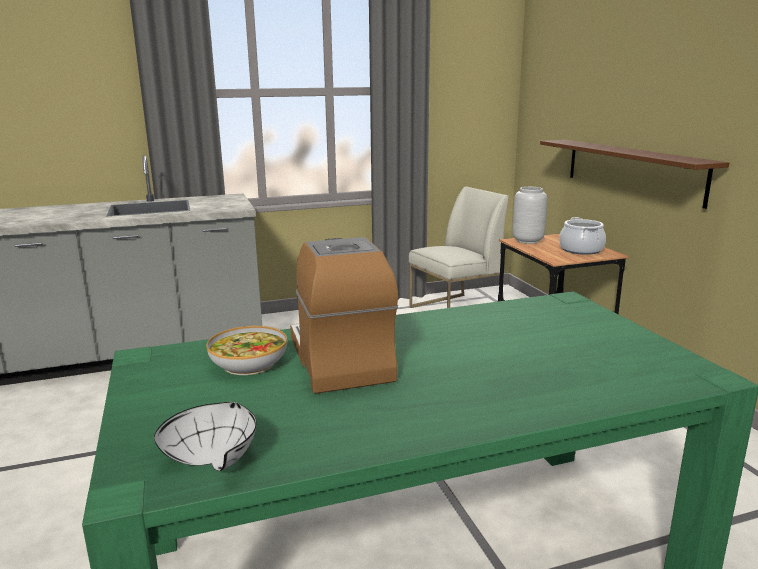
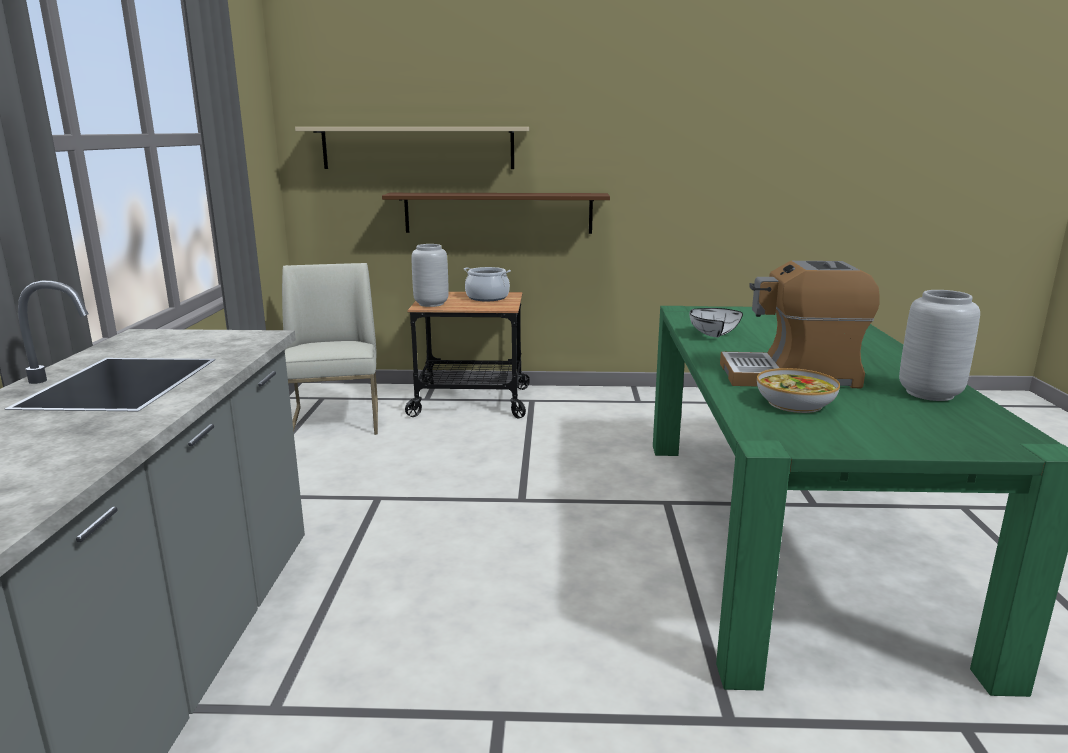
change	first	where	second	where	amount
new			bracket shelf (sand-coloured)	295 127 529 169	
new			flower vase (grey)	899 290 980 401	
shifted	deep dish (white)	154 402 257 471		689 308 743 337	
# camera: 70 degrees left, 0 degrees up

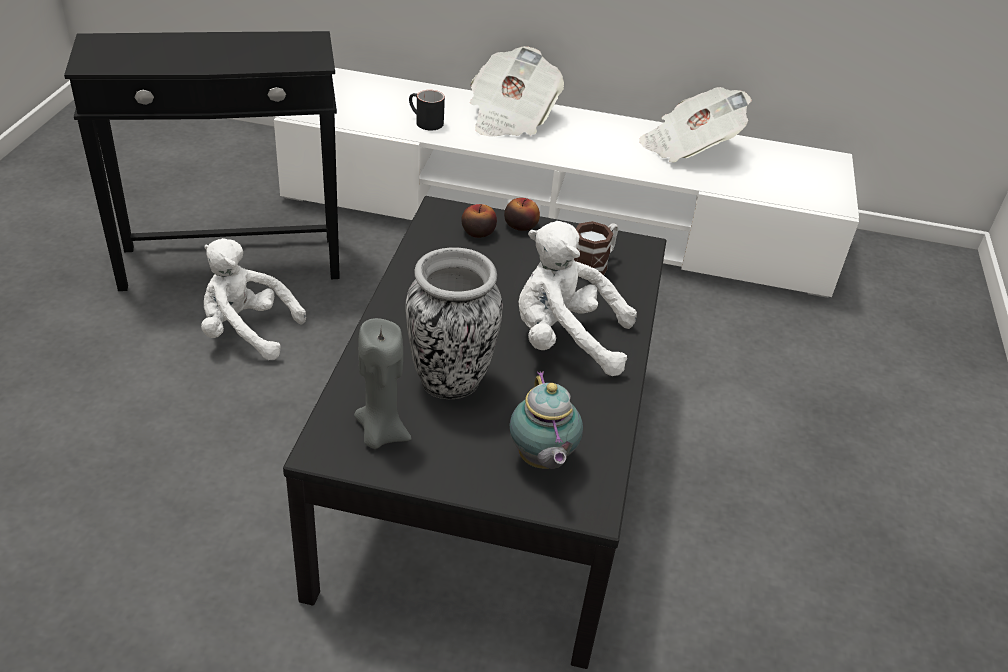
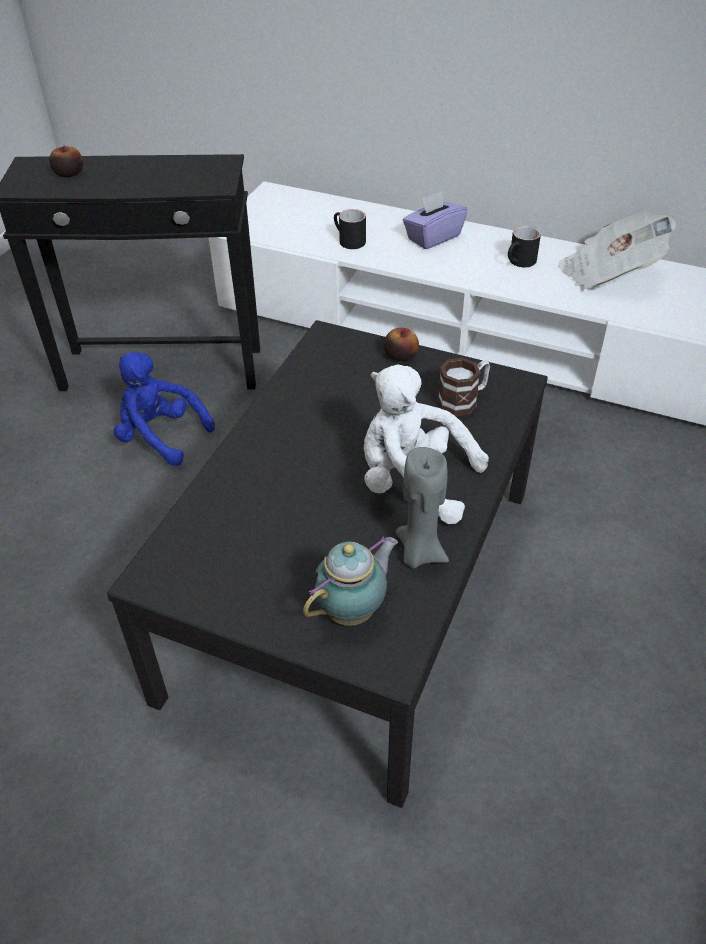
change	first	where	second	where	amount
gone	flower vase	405 248 503 399			
new			coffee mug (black-coloured)	508 226 541 267	
shifted	wax light (grey)	354 318 412 449		396 447 449 568	
shifted	whole apple	461 204 497 238		49 145 83 177	
swapped	newspaper	470 46 564 136	tissue box (purplish)	403 191 468 249	
repainted	cuddly toy (white)	201 238 306 360	cuddly toy (blue-coloured)	114 352 215 466	
rotated	teapot	509 371 583 469		303 536 398 626	135 degrees counterclockwise
# camera: 15 degrees right, 5 degrees up

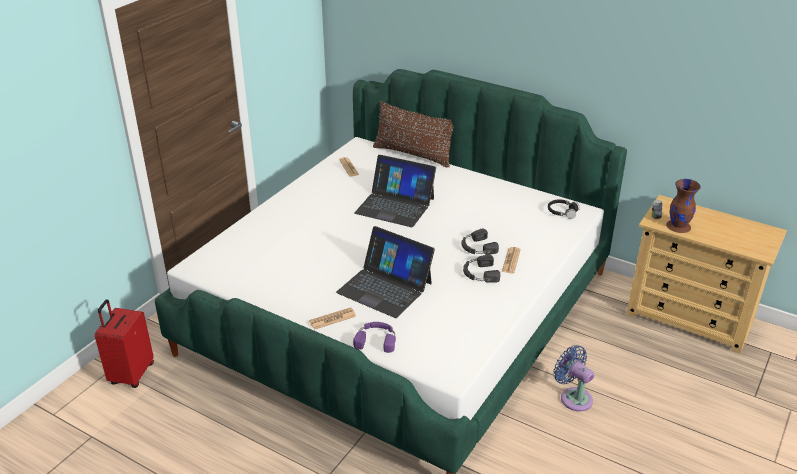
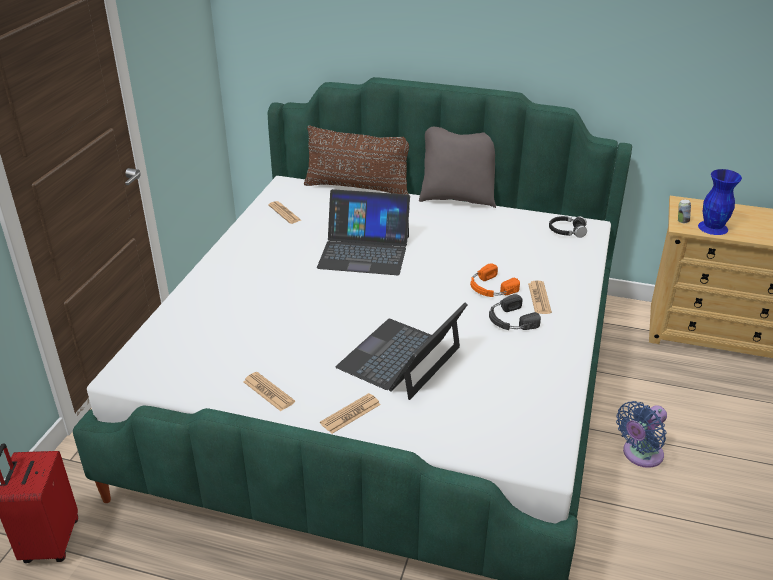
change	first	where	second	where	amount
gone	headphones (purplish)	353 322 396 353			
new			newspaper	243 372 295 411	
new			throw pillow (grey)	419 127 496 208	
repainted	headphones (black-coloured)	462 229 499 255	headphones (orange)	470 263 520 297	
repainted	flower vase (brown-coloured)	666 179 701 233	flower vase (blue-coloured)	698 169 742 235	
rotated	notebook computer	336 226 435 318		336 303 468 400	105 degrees clockwise
rotated	electric fan (blue-coloured)	553 345 595 411		616 401 667 468	75 degrees counterclockwise
# camera: 15 degrees left, 0 degrees up

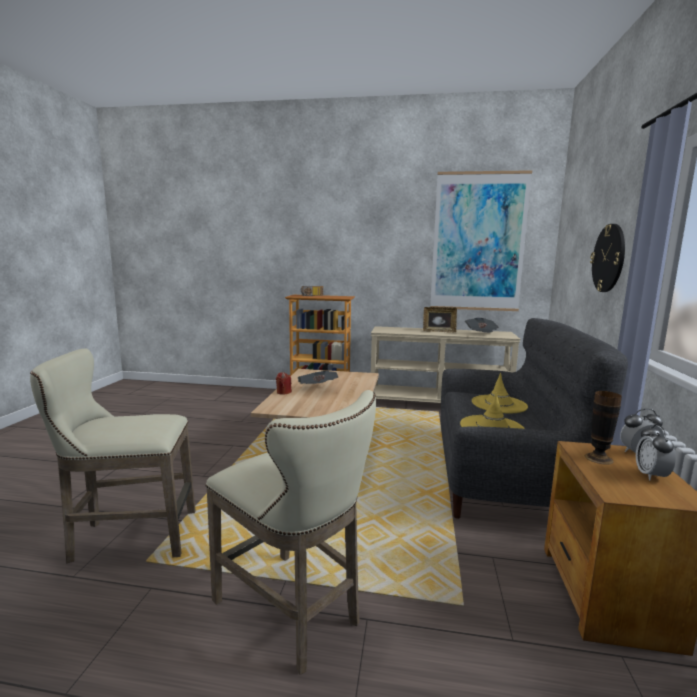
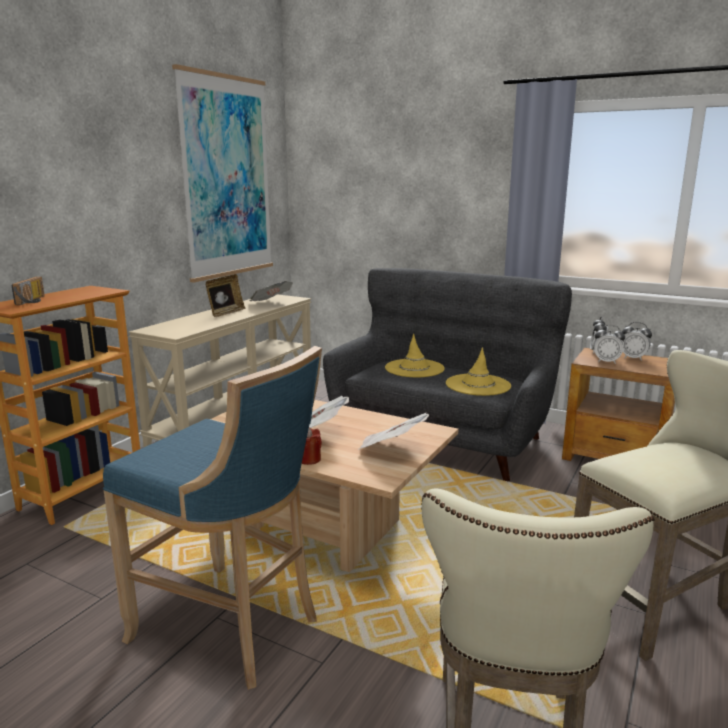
change	first	where	second	where	amount
gone	hanging clock	590 224 625 292			
new			sitting stool (blue-coloured)	103 346 322 690	
new			newspaper	357 412 429 450	
swapped	flower vase	585 391 622 465	alarm clock	594 325 625 364	
# camera: 70 degrees left, 5 degrees up

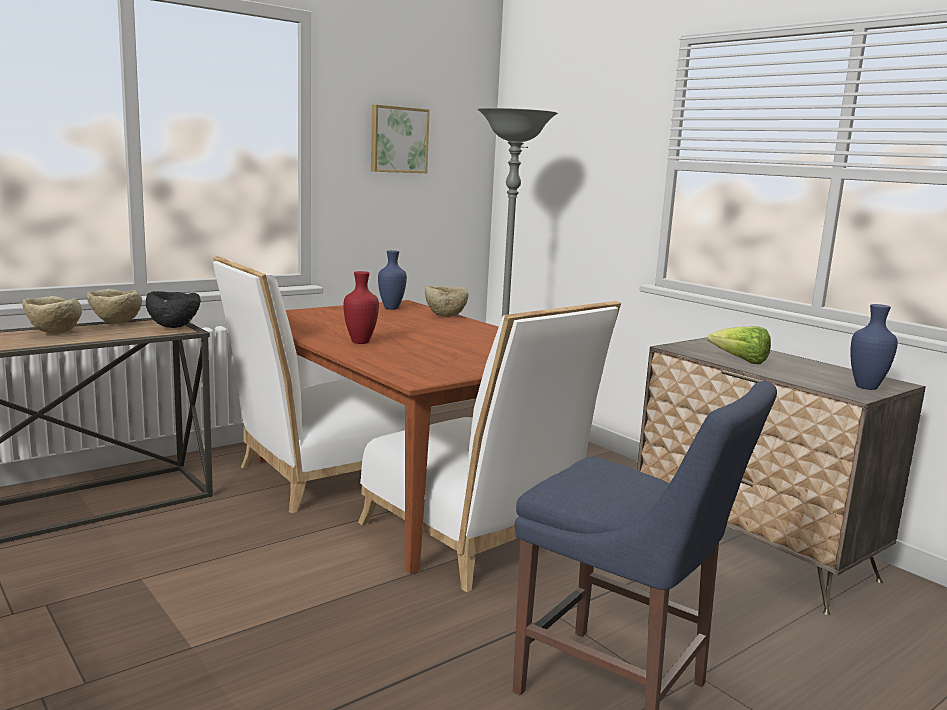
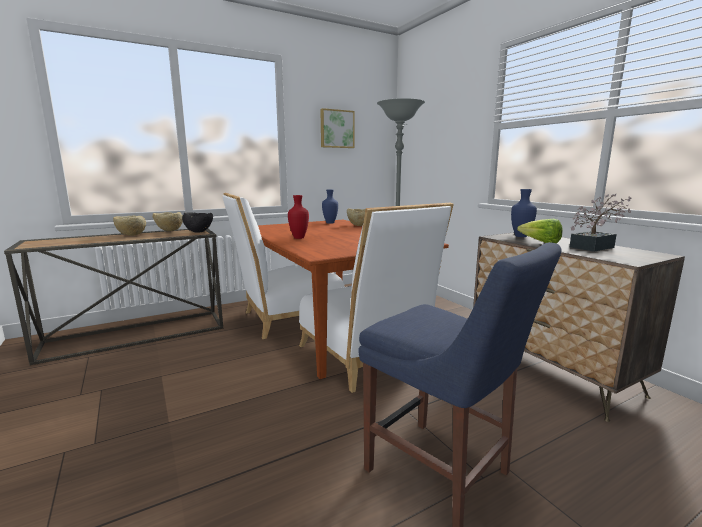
change	first	where	second	where	amount
new			plant in a pot	570 194 632 252	
shifted	flower vase (blue-coloured)	850 304 898 390		511 189 537 237	
# camera: 10 degrees right, 0 degrees up

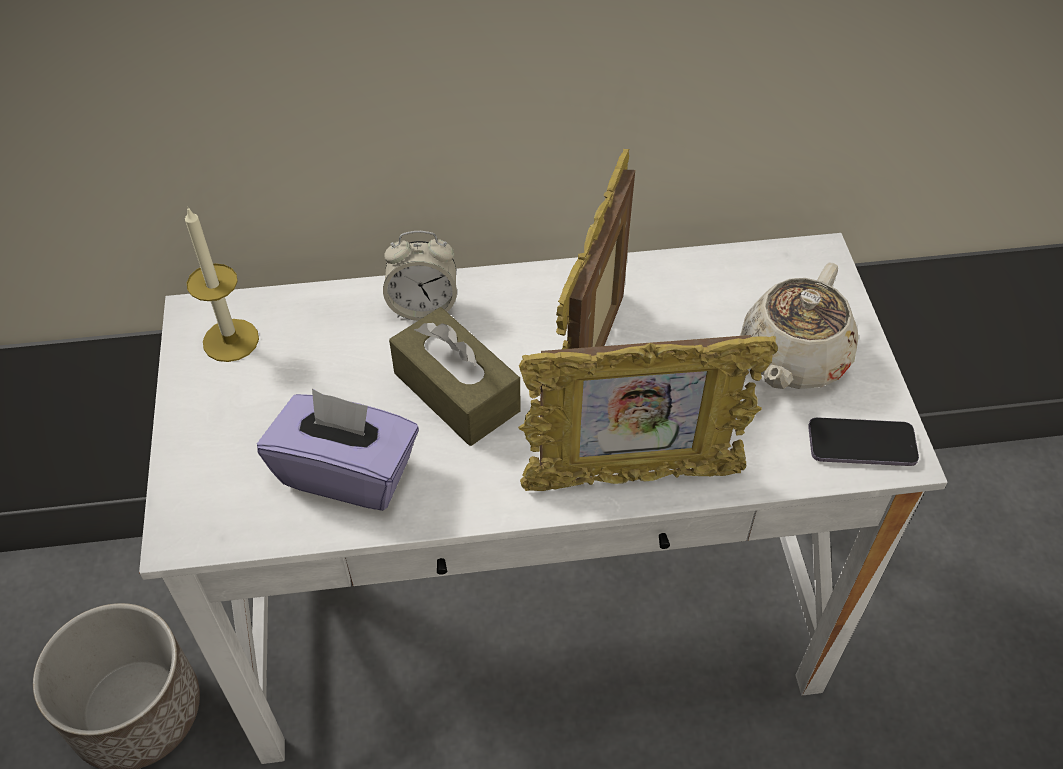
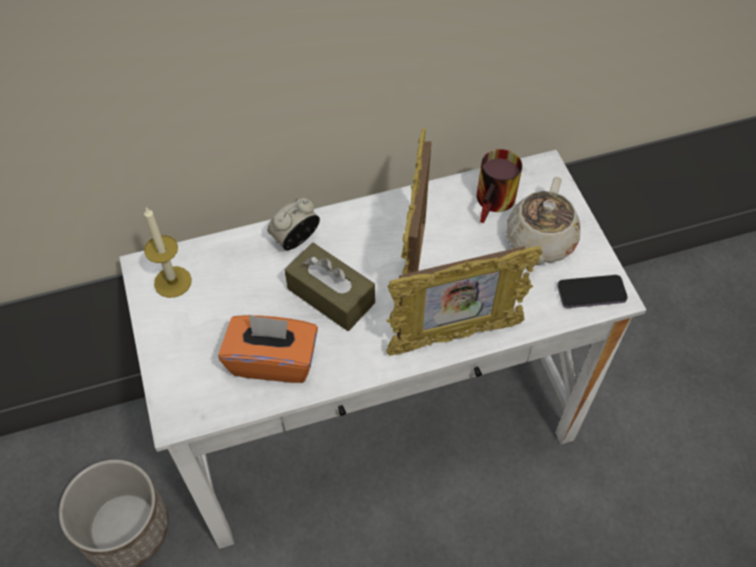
change	first	where	second	where	amount
new			coffee mug	477 149 522 223	
repainted	tissue box (purplish)	257 389 419 511	tissue box (orange)	218 315 318 383	
rotated	alarm clock	383 231 457 321		267 198 320 250	150 degrees clockwise
# camera: 10 degrees left, 5 degrees up

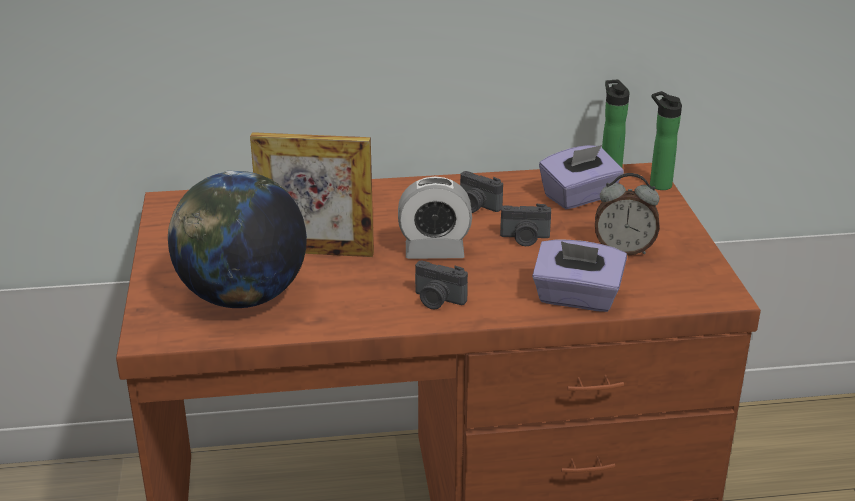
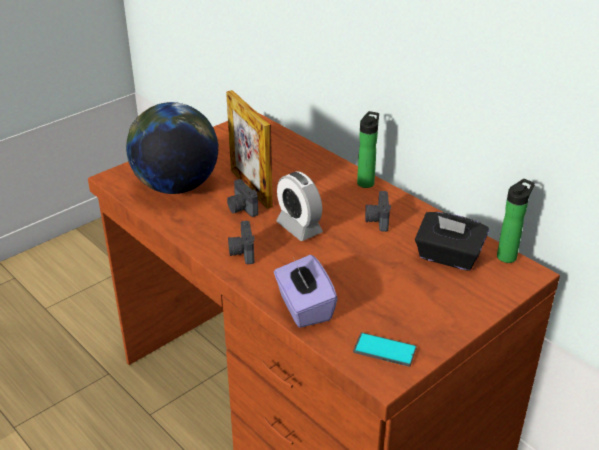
change	first	where	second	where	amount
gone	alarm clock	595 173 660 255			
new			handset	353 332 417 367	
shifted	photo camera	500 204 551 246		227 179 258 217	
shifted	bottle	650 91 682 190		357 111 379 188	
repainted	tissue box (purplish)	539 145 624 209	tissue box (black-coloured)	415 212 489 271	
# camera: 55 degrees right, 5 degrees up

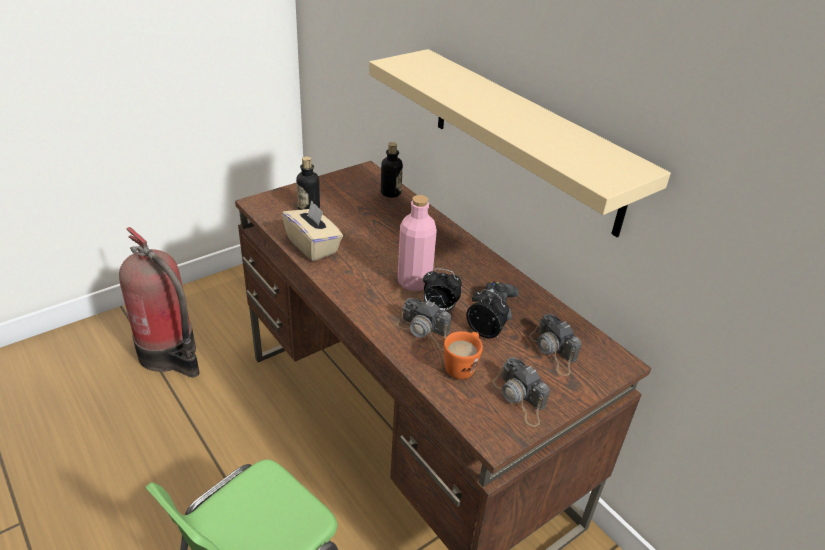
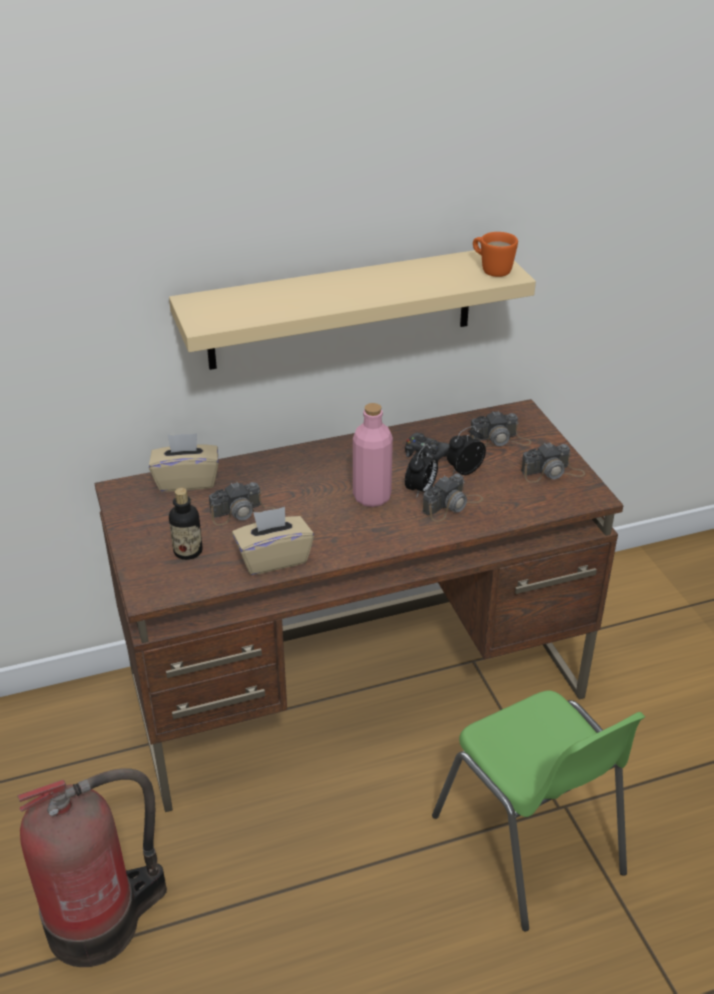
change	first	where	second	where	amount
new			photo camera	209 482 276 525	
shifted	coffee mug (orange)	444 331 483 379		473 232 518 277	
swapped	bottle	381 142 403 198	tissue box (sand-coloured)	149 433 219 492	
# camera: 70 degrees left, 0 degrees up

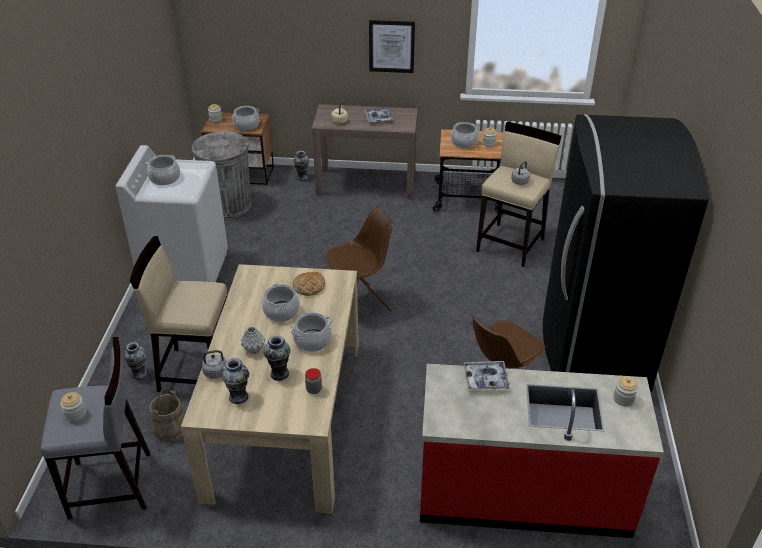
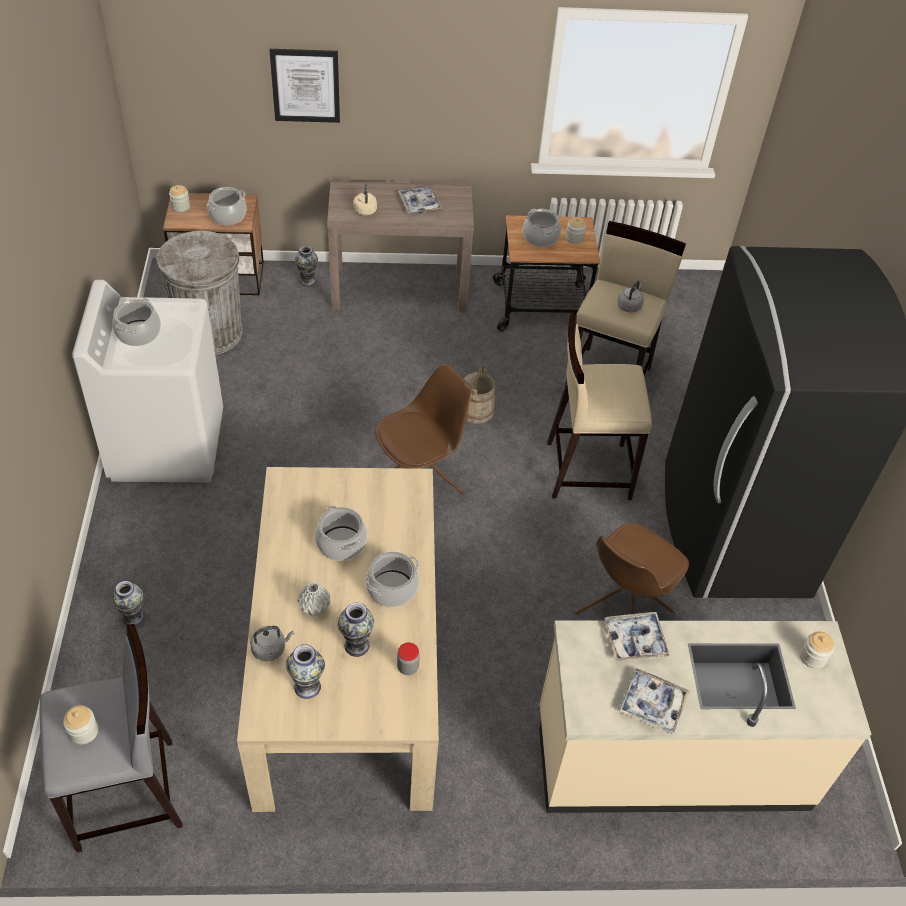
change	first	where	second	where	amount
gone	bread	293 272 325 296			
new			carrying tray	619 668 690 734	
shifted	sitting stool (sand-coloured)	130 236 227 392		547 313 652 500	
shifted	bucket (sand-coloured)	149 388 185 442		464 365 495 424	
shifted	wall picture	369 20 415 73		270 49 340 123	
repainted	kitchen base unit (reddish)	420 364 664 538	kitchen base unit (sand-coloured)	539 620 871 813	
# camera: 10 degrees left, 10 degrees up

